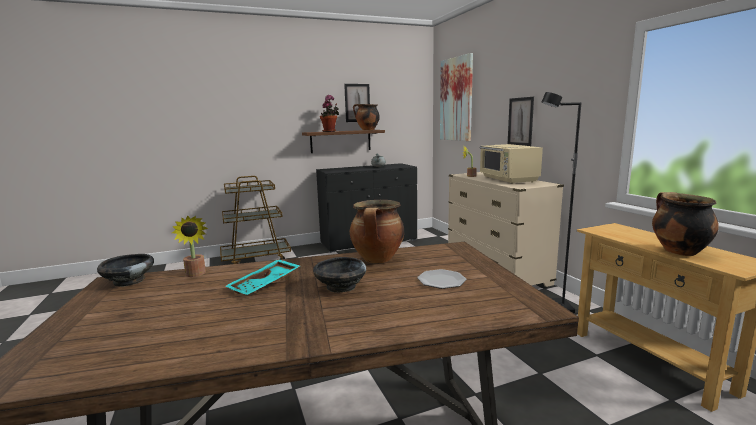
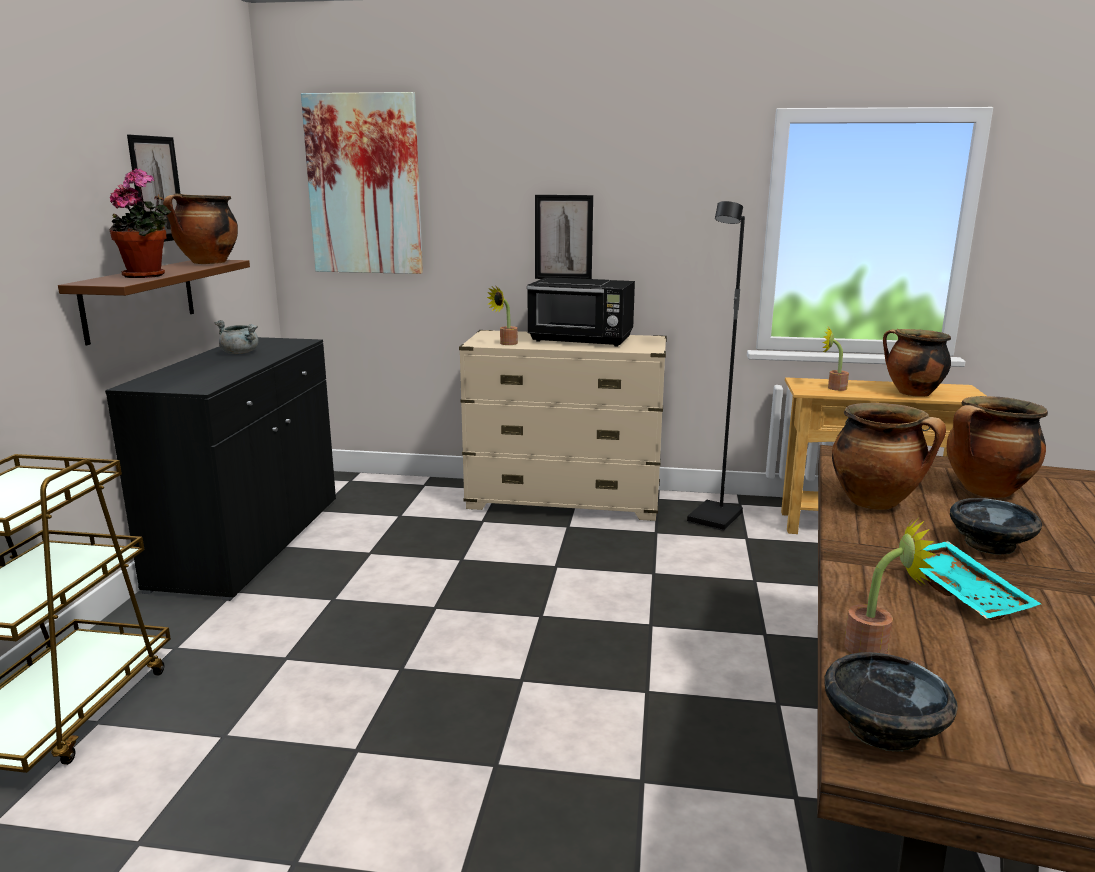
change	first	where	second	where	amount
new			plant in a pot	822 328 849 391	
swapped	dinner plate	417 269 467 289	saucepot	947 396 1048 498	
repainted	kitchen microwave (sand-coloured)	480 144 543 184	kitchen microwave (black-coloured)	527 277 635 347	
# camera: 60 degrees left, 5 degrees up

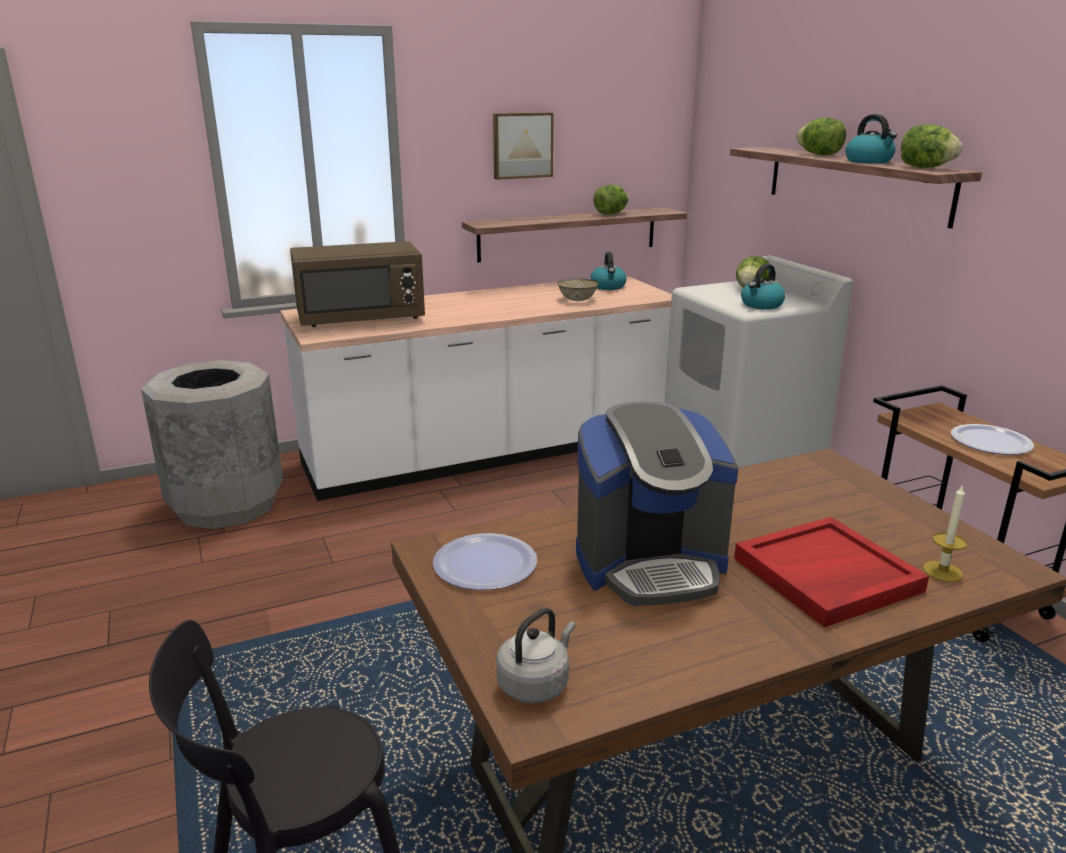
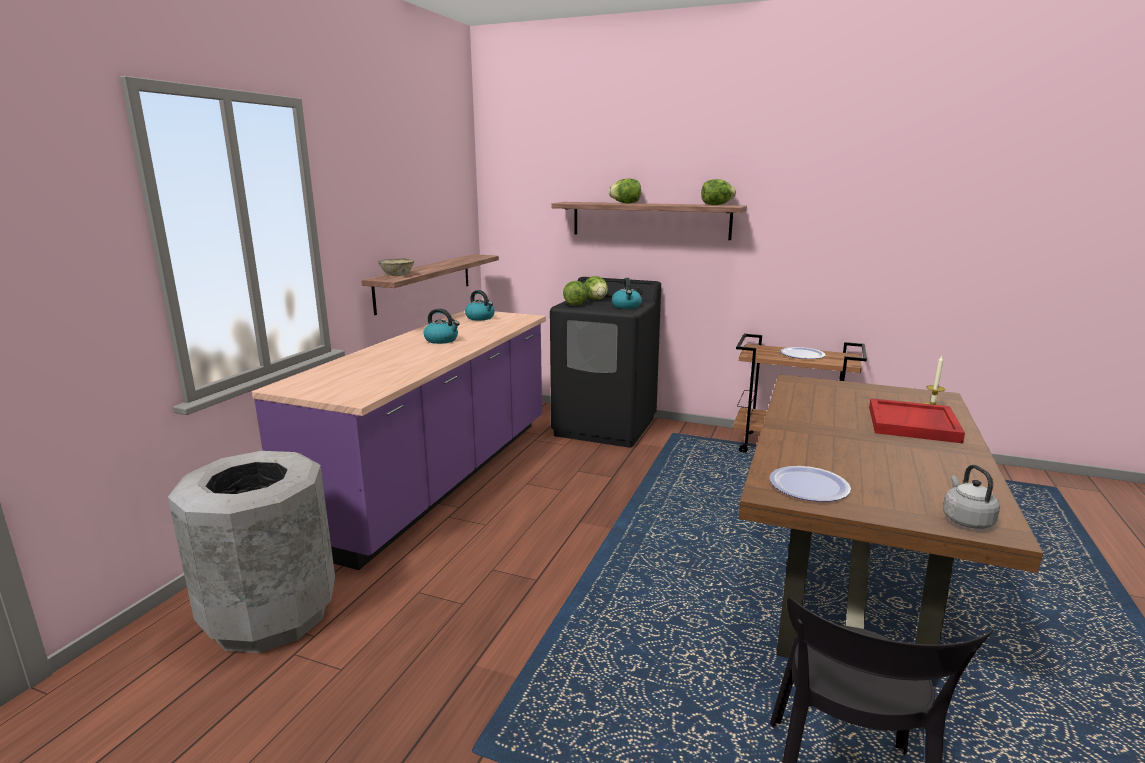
change	first	where	second	where	amount
gone	kitchen microwave (brown-coloured)	290 241 425 327			
gone	wall picture	493 112 553 180			
gone	coffee machine	576 401 738 606			
shifted	deep dish	557 278 598 301		378 258 414 276	
shifted	lettuce	593 185 629 215		563 281 587 306	
shifted	tea kettle	845 114 897 163		424 308 460 344	
repainted	kitchen base unit (white)	280 275 672 501	kitchen base unit (purplish)	252 311 546 570	
repainted	laundry appliance (white)	665 256 853 468	laundry appliance (black-coloured)	550 277 661 448	
# camera: 45 degrees left, 5 degrees down

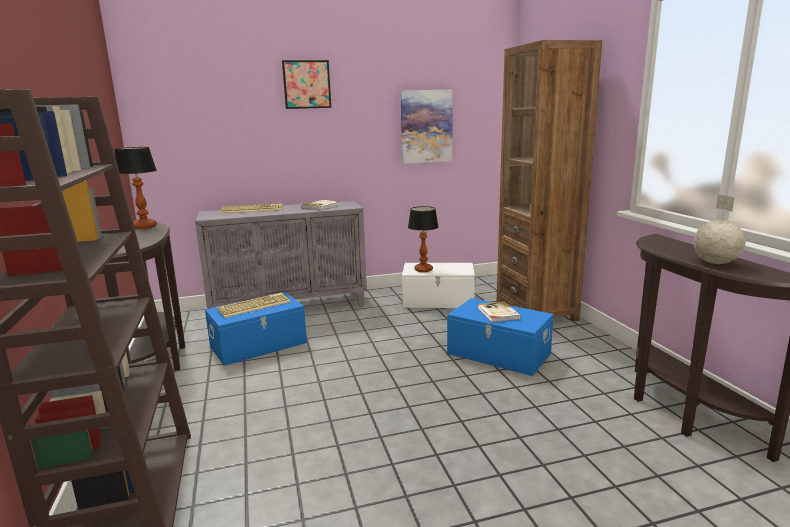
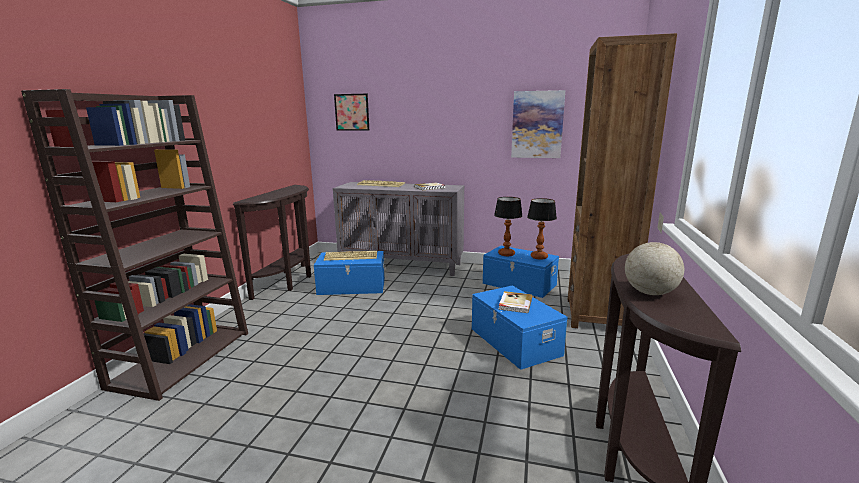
change	first	where	second	where	amount
shifted	tabletop lamp	114 147 157 229		527 198 557 260	
shifted	wall picture	282 60 331 109		334 94 369 131	
repainted	storage container (white)	402 263 476 308	storage container (blue-coloured)	483 246 559 298	
# camera: 30 degrees right, 0 degrees up

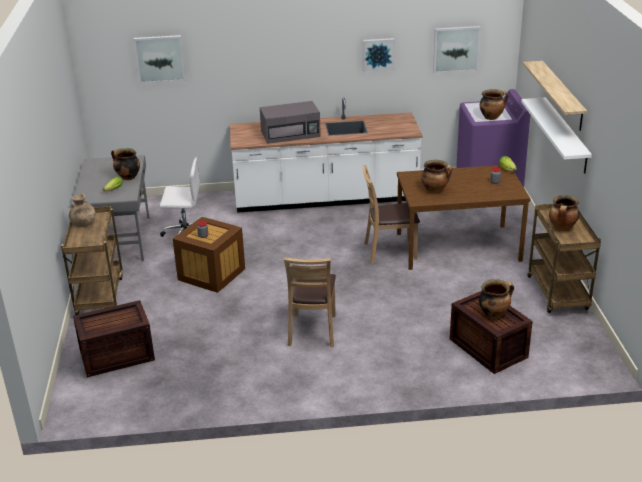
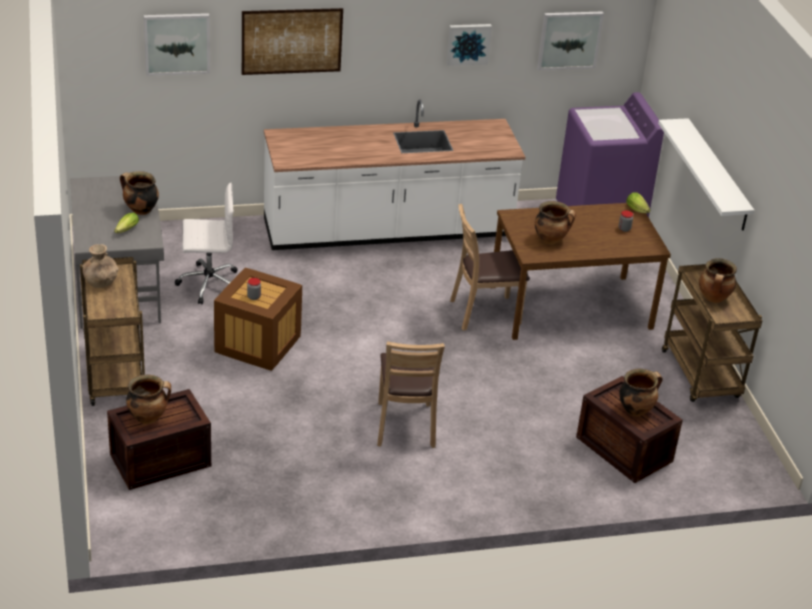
change	first	where	second	where	amount
gone	kitchen microwave (grey)	260 101 321 144			
gone	bracket shelf	523 61 587 131			
new			wall picture	242 8 343 75	
shifted	saucepot	480 89 508 120		126 375 171 424	
# camera: 10 degrees left, 5 degrees up

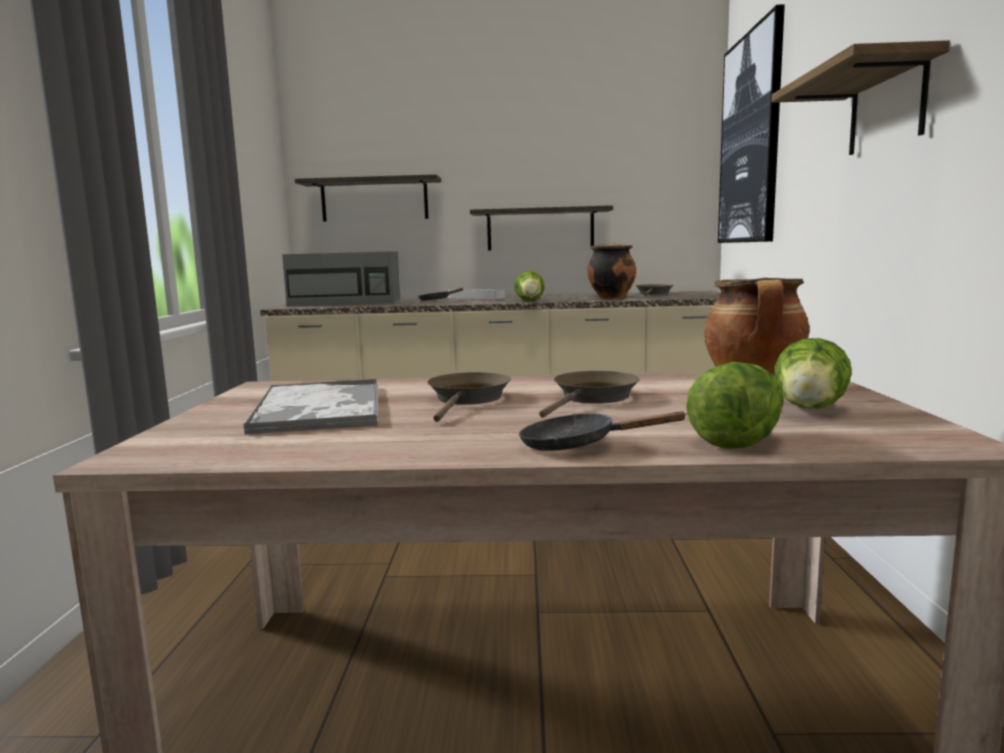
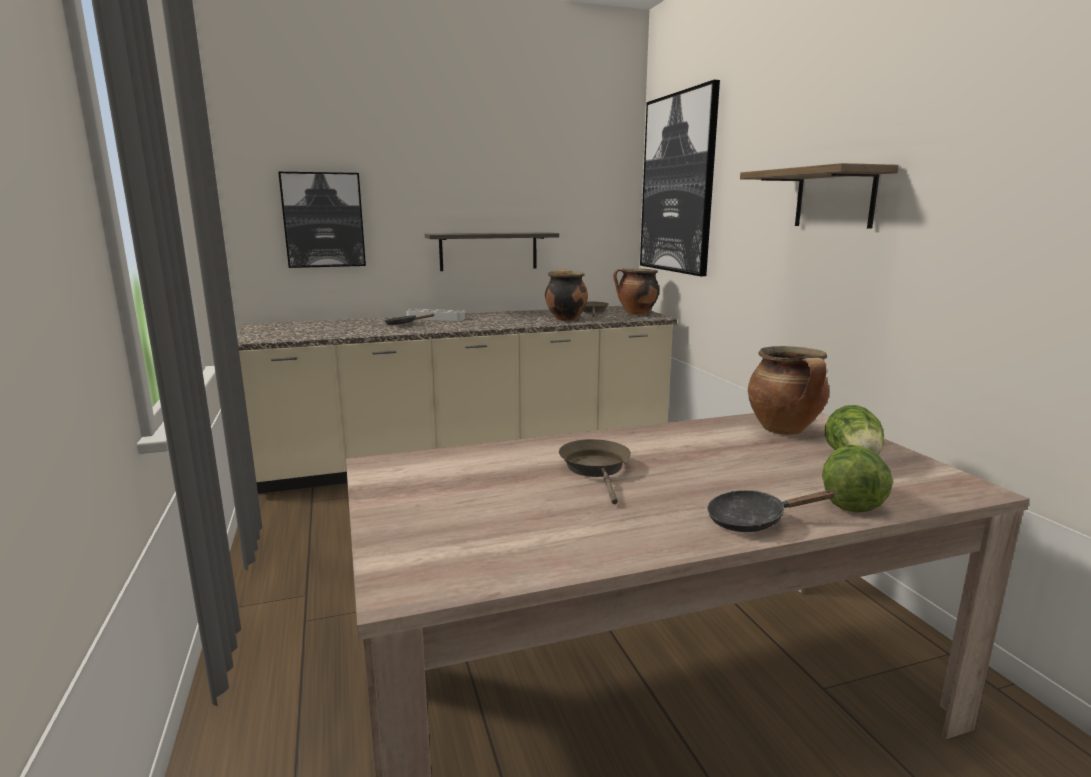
change	first	where	second	where	amount
gone	carrying tray	242 379 378 435			
gone	kitchen microwave (grey)	282 251 400 307			
gone	lettuce	514 271 545 301			
gone	frying pan (brown-coloured)	539 371 640 418			
new			saucepot	613 268 659 315	
swapped	bracket shelf	295 174 441 222	wall picture	278 172 366 268	
# camera: 20 degrees left, 5 degrees up

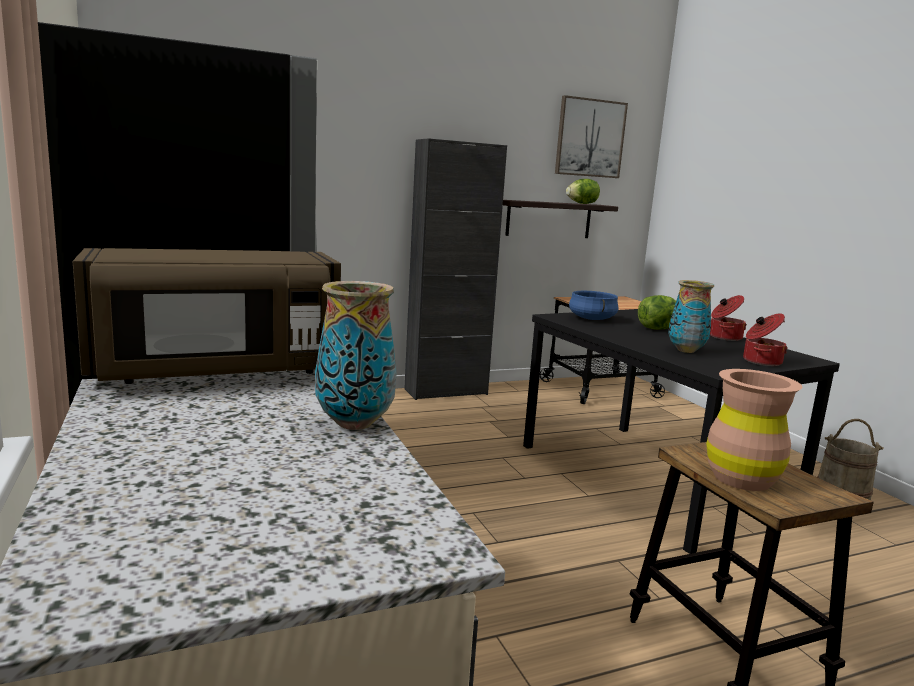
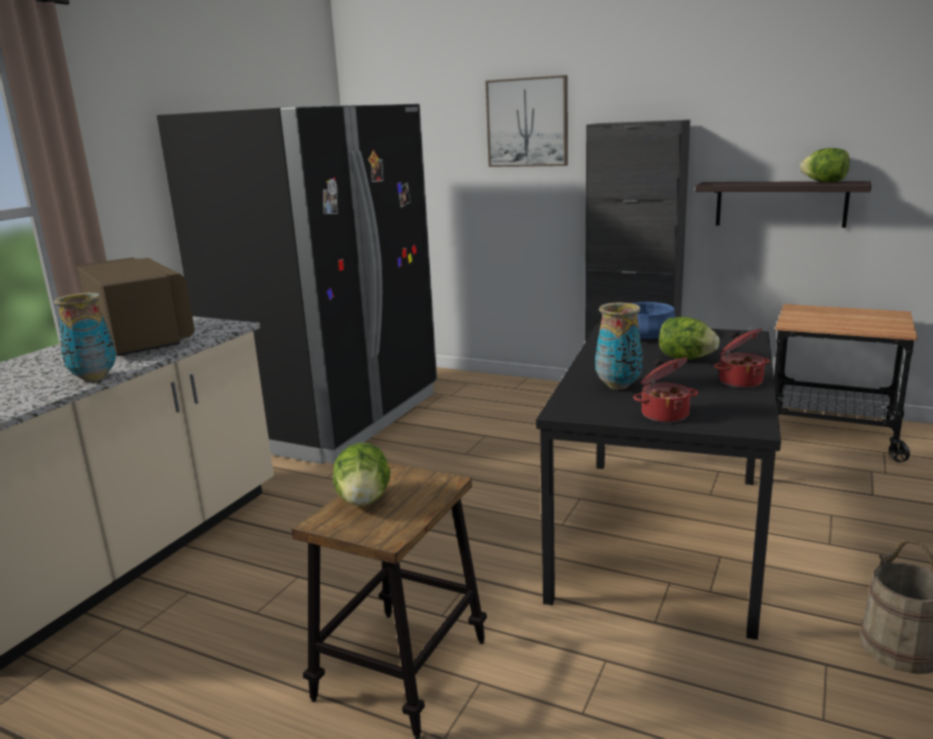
change	first	where	second	where	amount
shifted	wall picture	555 95 628 178		485 75 568 167	
swapped	flower vase (brown-coloured)	706 369 803 491	lettuce	333 443 390 506	
rotated	kitchen microwave (brown-coloured)	73 248 341 384		76 257 195 356	150 degrees counterclockwise
# camera: 50 degrees right, 5 degrees up

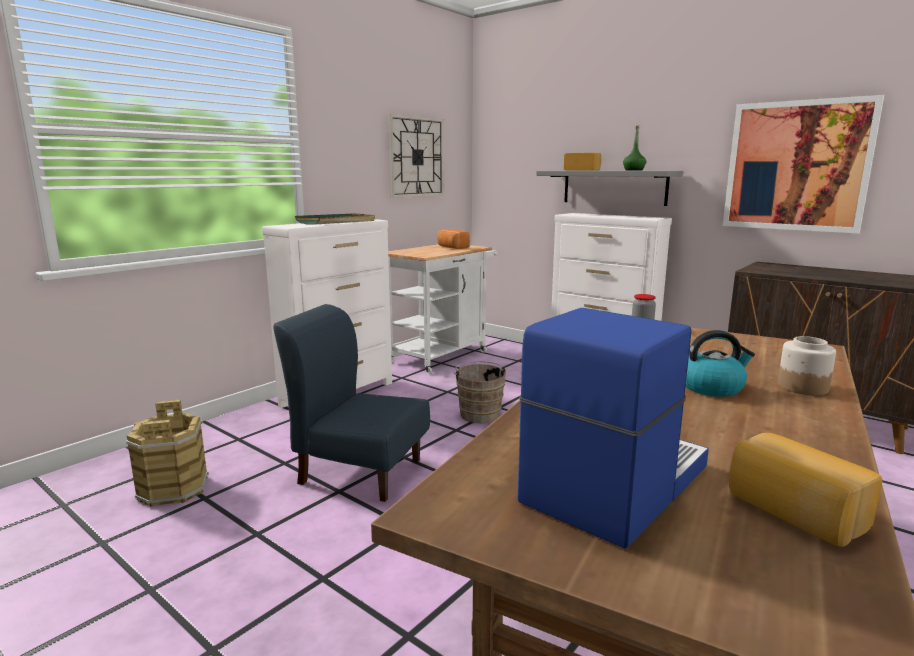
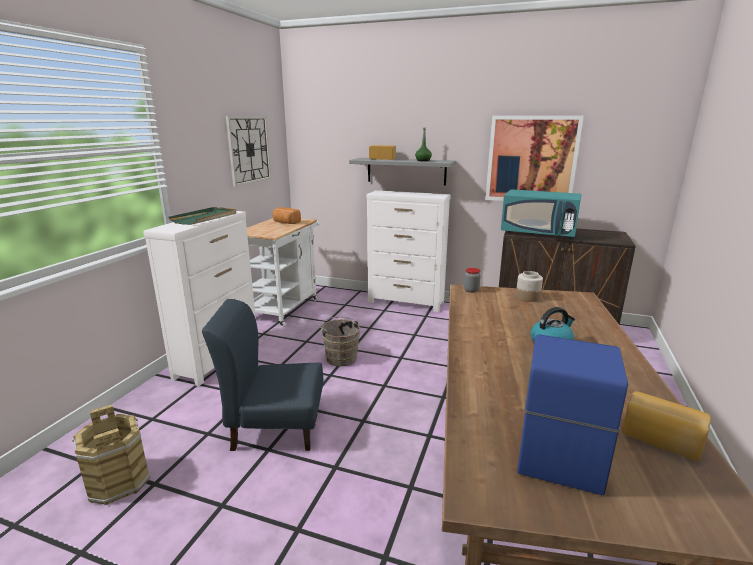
change	first	where	second	where	amount
new			kitchen microwave (blue-green)	501 189 581 239	
shifted	jar	778 336 836 395		516 271 543 302	
# camera: 20 degrees left, 5 degrees up

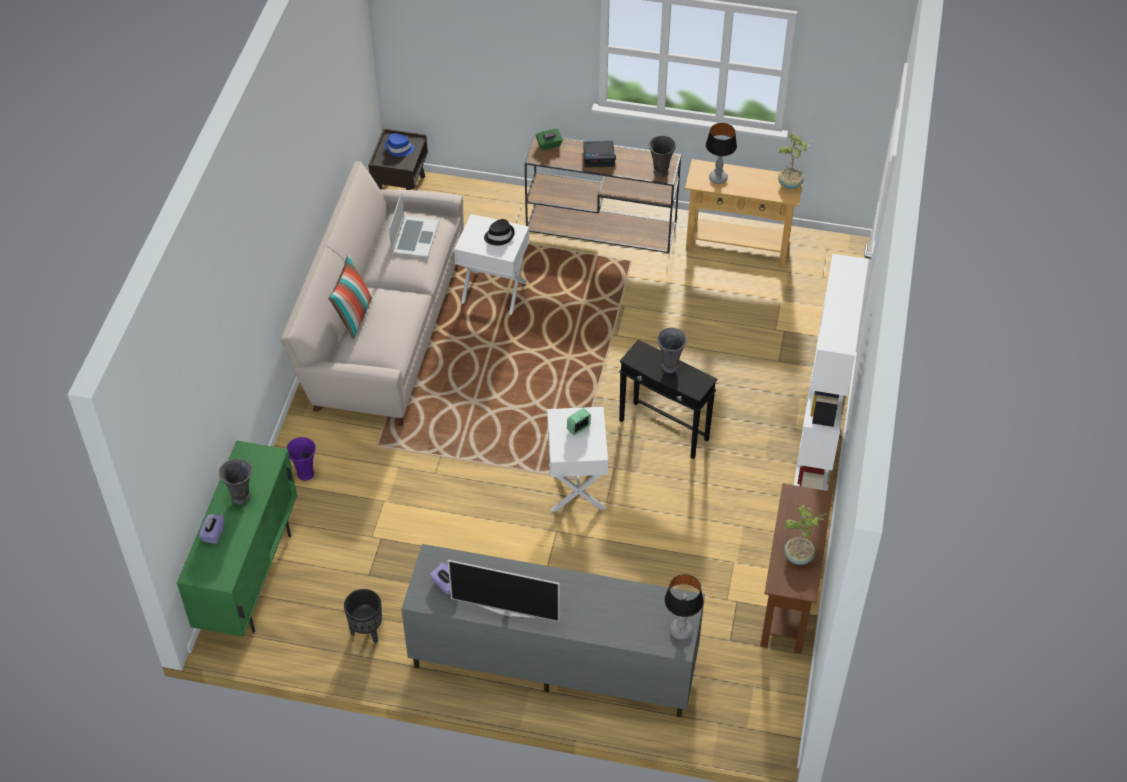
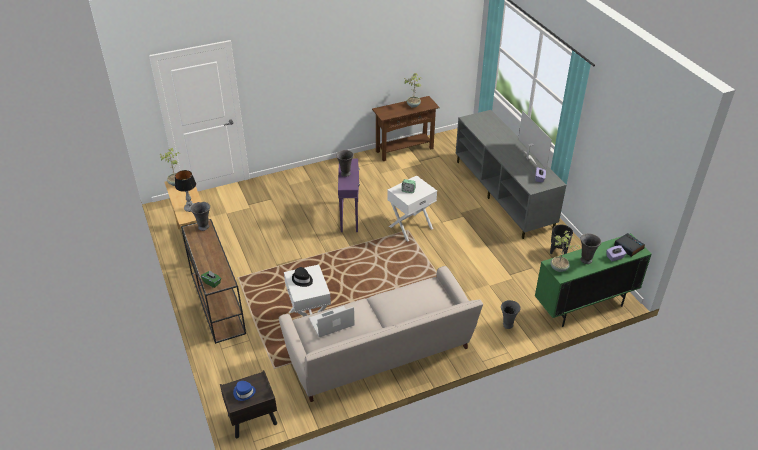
change	first	where	second	where	amount
gone	throw pillow	328 255 372 339			
gone	tabletop lamp	664 574 704 639			
gone	shelving unit (white)	794 254 869 491			
new			plant in a pot	551 230 580 272	
shifted	alarm clock	583 141 616 167		614 233 645 257	
repainted	flower vase (purplish)	287 437 316 481	flower vase (grey)	501 300 521 329	
repainted	side table (black-coloured)	619 340 717 459	side table (purplish)	338 158 360 232	
# camera: 125 degrees left, 10 degrees down

